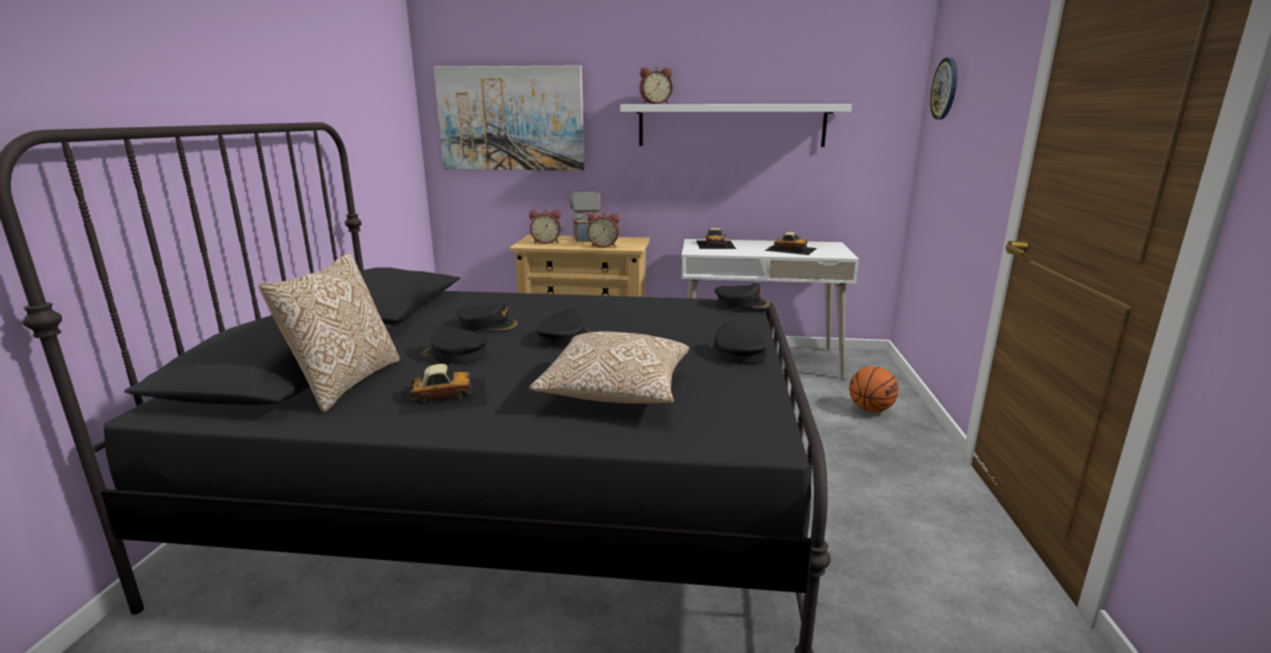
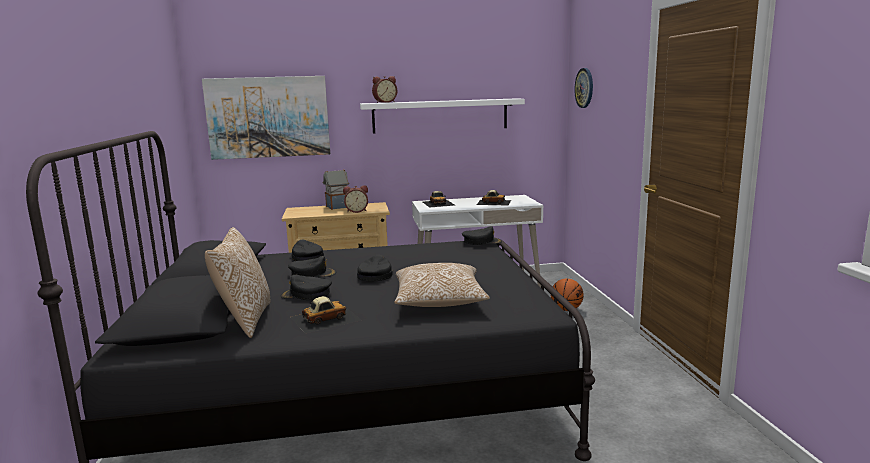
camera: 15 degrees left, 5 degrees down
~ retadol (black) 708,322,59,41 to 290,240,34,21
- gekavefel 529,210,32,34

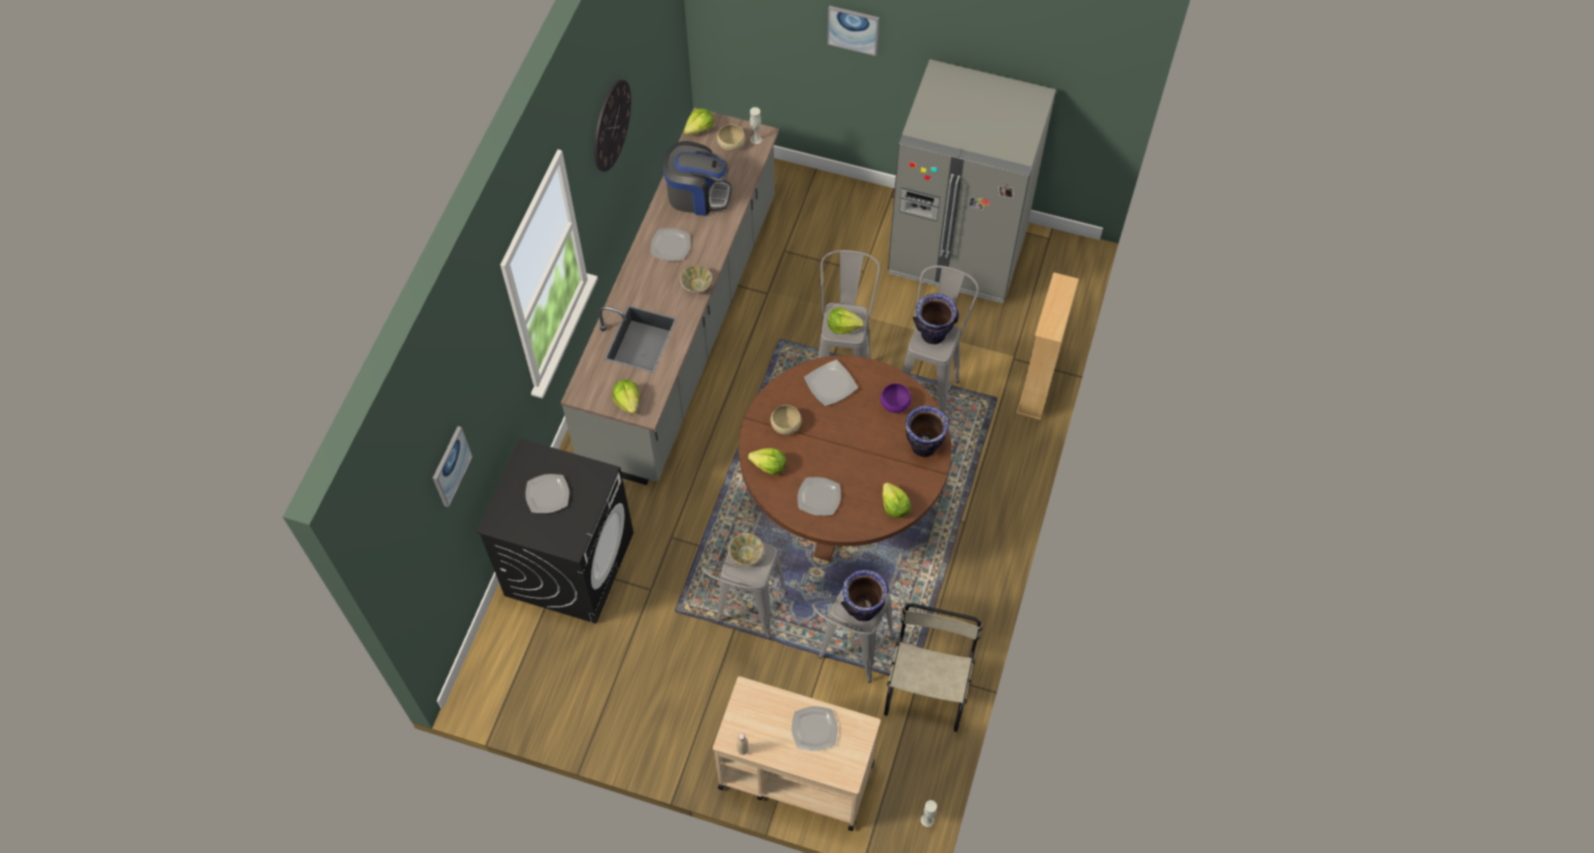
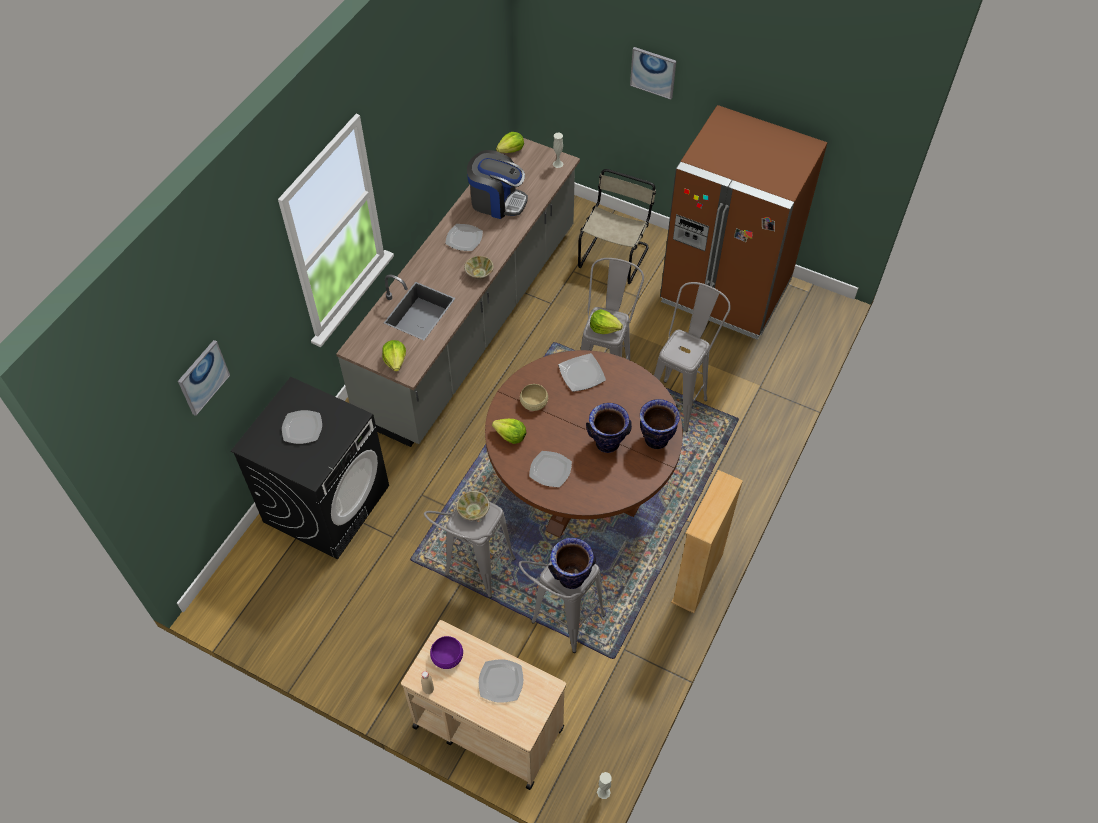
camera: 10 degrees right, 5 degrees down
~ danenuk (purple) 880,383,31,30 to 430,636,33,33
~ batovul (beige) 884,603,98,129 to 578,169,78,115
~ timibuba 913,293,46,51 to 586,403,46,50
~ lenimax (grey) 888,59,168,244 to lenimax (brown) 660,105,167,235
~ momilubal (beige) 1016,272,63,148 to 671,470,72,143
- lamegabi 594,80,37,92
- danenuk (beige) 717,124,28,27
- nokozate 883,482,28,36

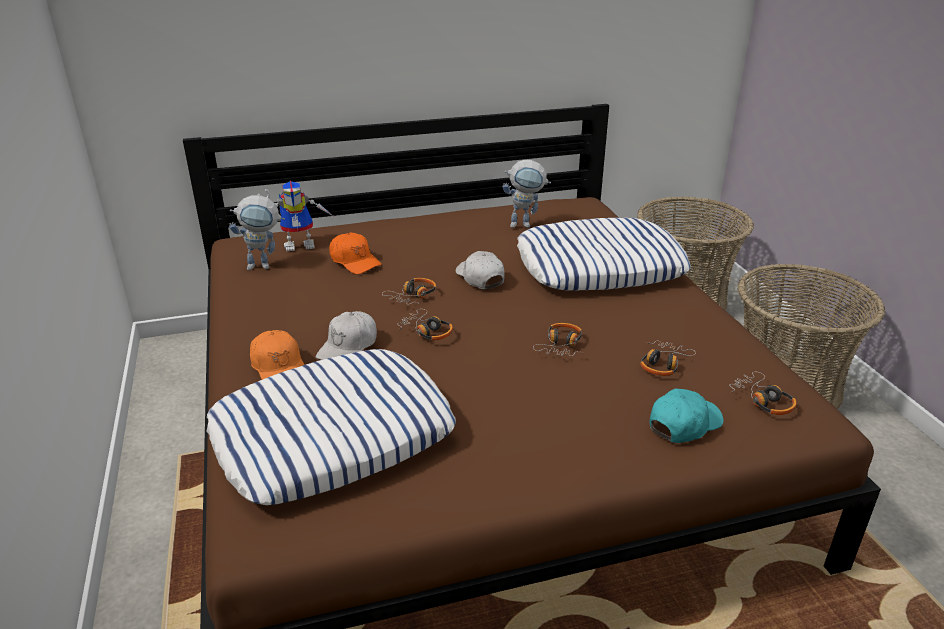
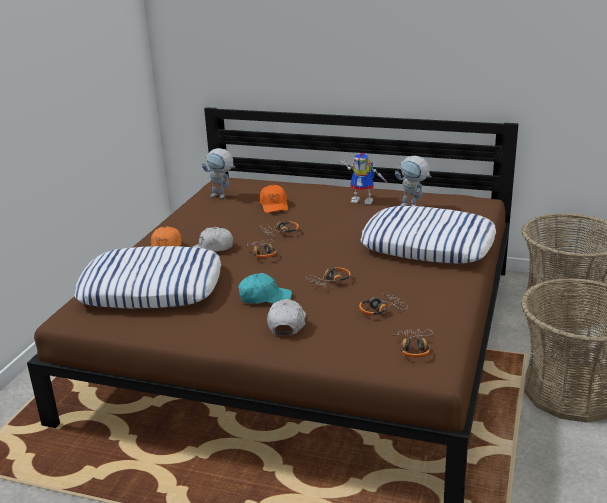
camera: 35 degrees right, 5 degrees down
~ retadol (turquoise) 650,388,74,55 to 238,273,54,31
~ retadol (white) 456,251,49,38 to 267,299,39,36
~ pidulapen 257,180,77,72 to 338,152,50,53

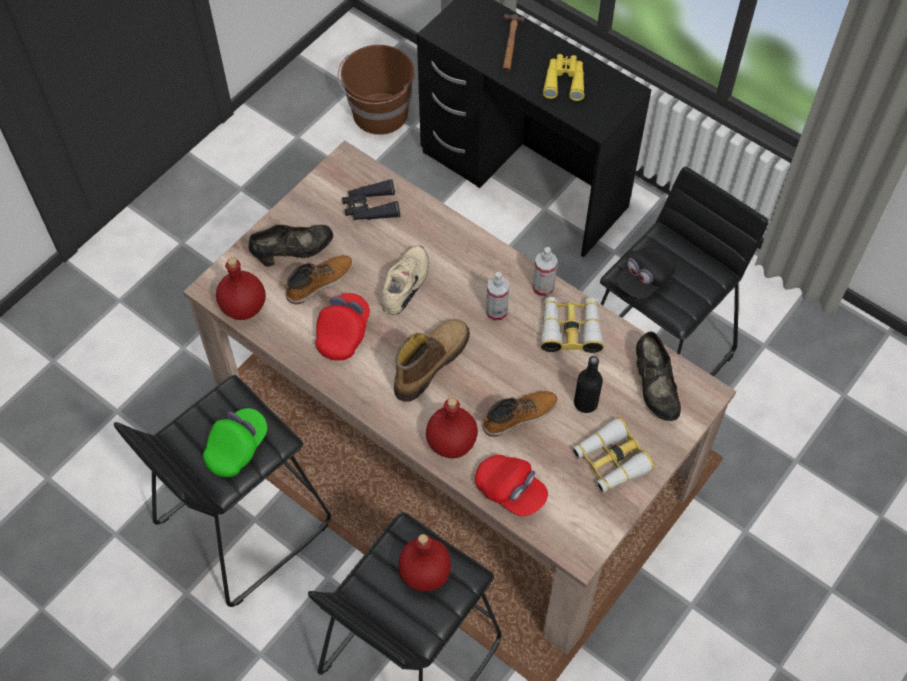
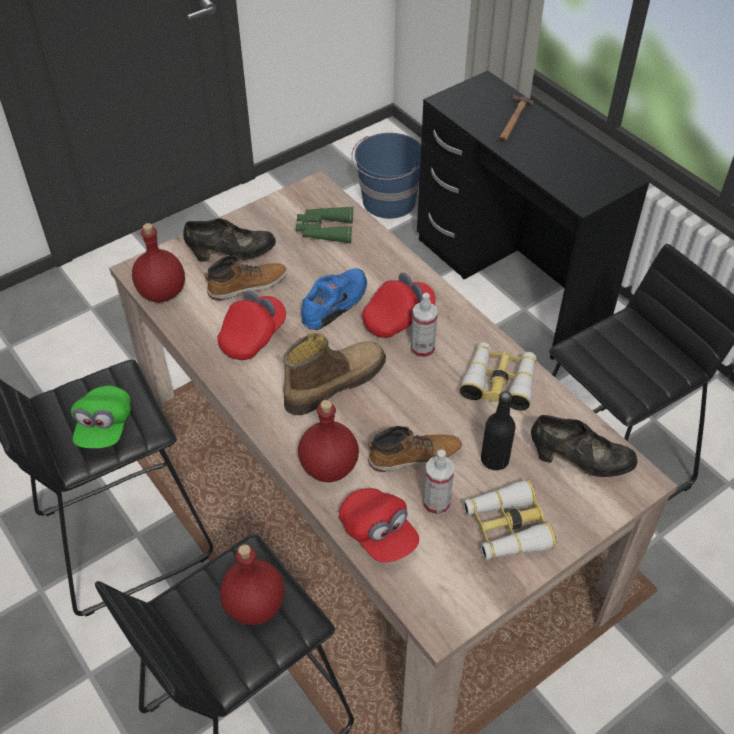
camera: 15 degrees right, 10 degrees down
~ retadol (green) 203,408,64,69 = 71,385,60,63 135 degrees clockwise
~ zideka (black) 342,179,58,41 to zideka (green) 296,207,57,37
~ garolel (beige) 381,246,48,69 to garolel (blue) 301,268,66,62
~ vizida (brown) 338,45,76,90 to vizida (blue) 351,133,70,86
+ retadol (red) 362,272,74,66
~ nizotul 533,247,24,50 to 423,450,31,66
~ garolel (black) 636,332,45,89 = 531,415,106,62 75 degrees counterclockwise
- zideka (yellow) 543,54,42,47
- retadol (black) 616,247,60,52

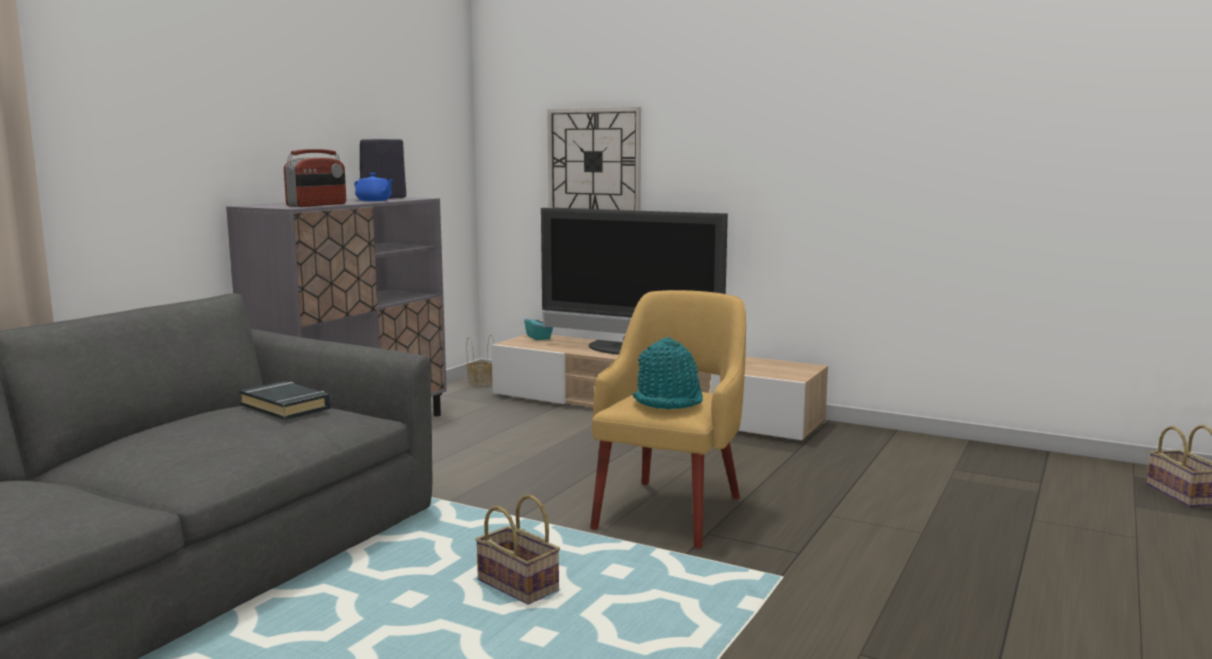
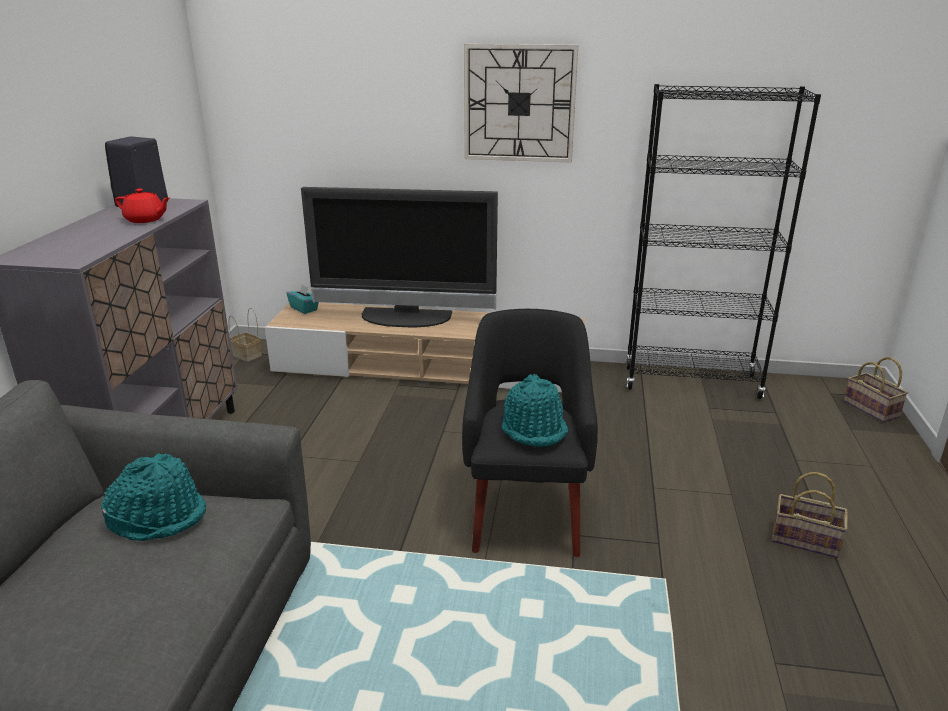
camera: 20 degrees left, 15 degrees up
~ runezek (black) 239,381,92,39 to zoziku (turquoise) 101,453,105,88
~ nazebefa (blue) 354,173,40,28 to nazebefa (red) 115,189,55,34
~ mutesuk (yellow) 590,290,156,258 to mutesuk (black) 462,309,136,248
~ lamegabi 547,107,94,104 to 464,44,114,119
+ momilubal (black) 626,84,195,315
~ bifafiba 475,494,85,110 to 772,472,76,86
- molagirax 284,149,62,58

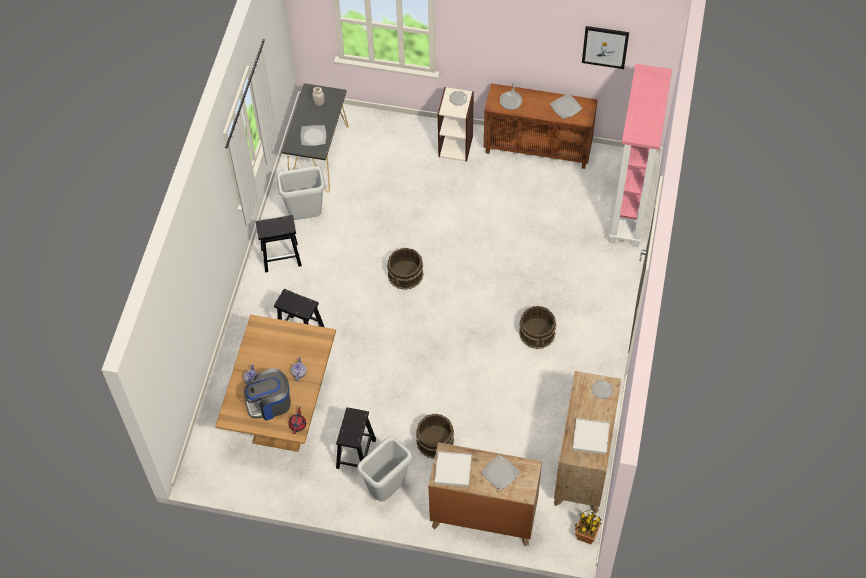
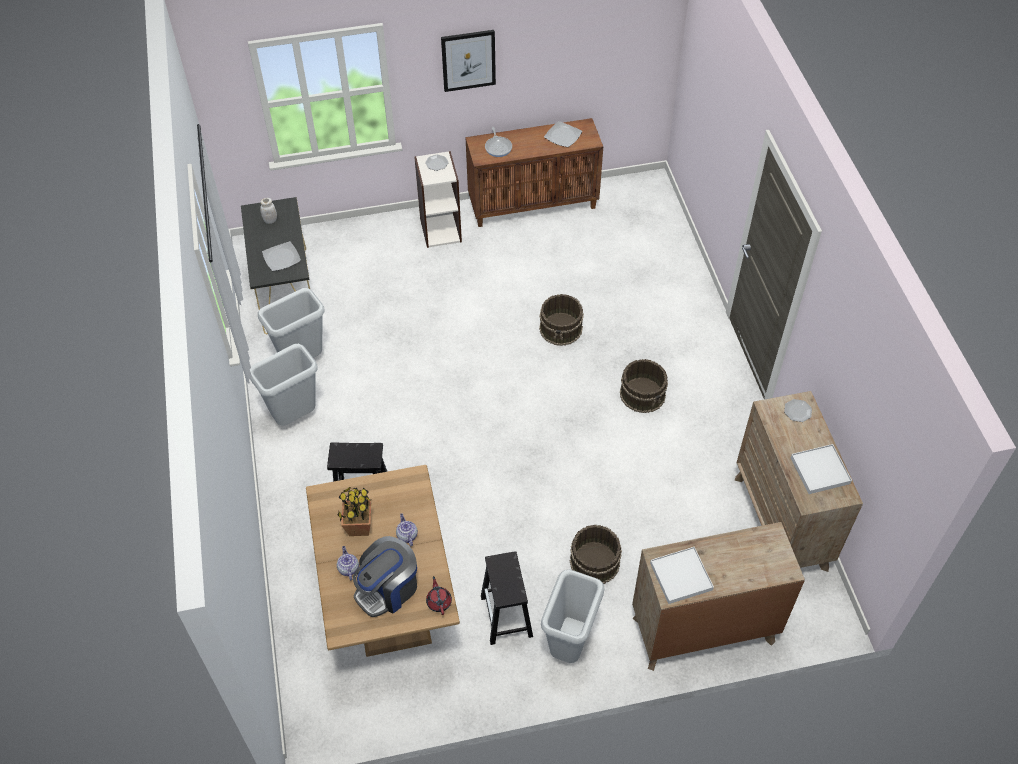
camera: 25 degrees left, 5 degrees down
~ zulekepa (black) 256,215,46,58 to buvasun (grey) 250,344,68,82
~ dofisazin 575,510,26,34 to 338,487,33,49
~ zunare 582,26,47,43 to 441,30,55,62
~ vizida (brown) 387,248,37,42 to 539,294,45,52
- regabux 481,455,39,35
- momilubal (pink) 609,64,63,183

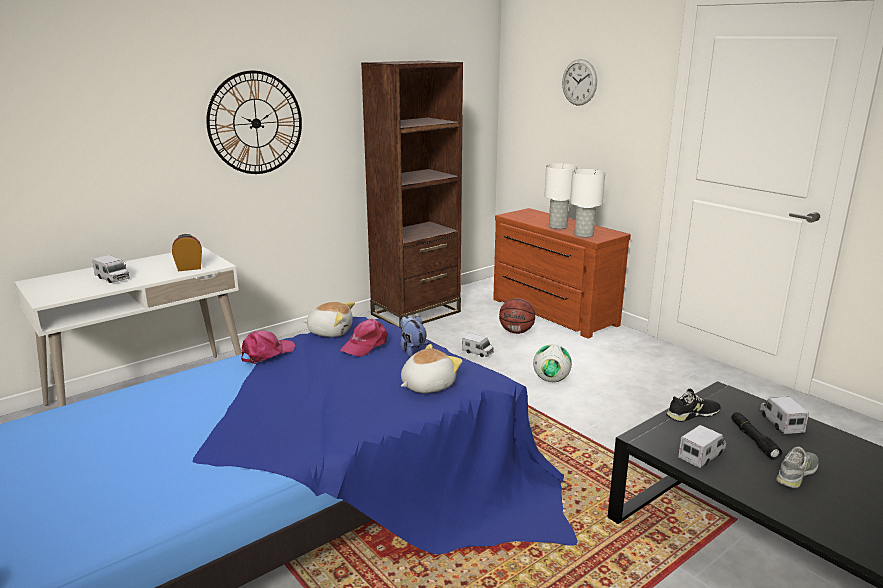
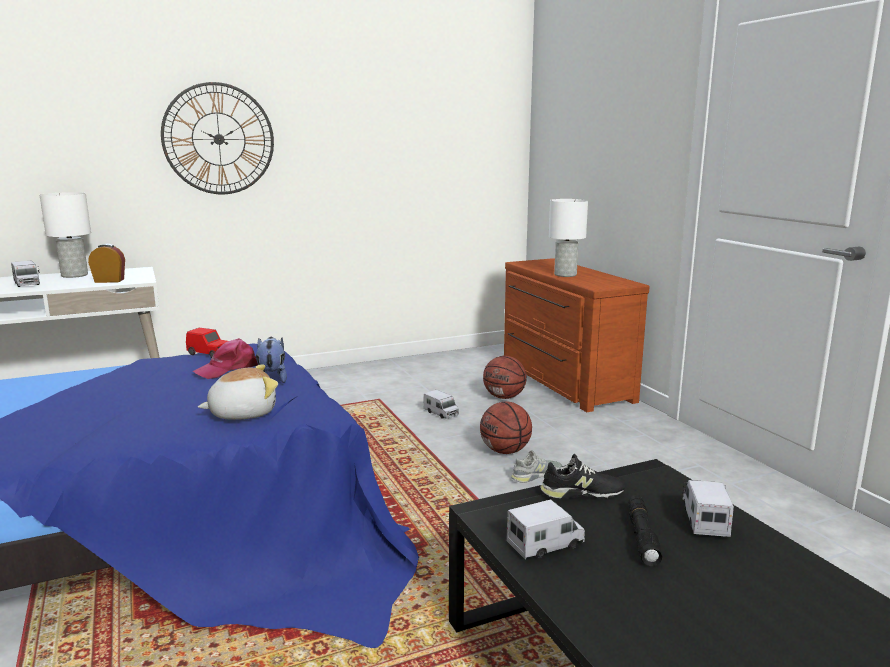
camera: 15 degrees right, 5 degrees down
~ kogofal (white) 570,169,35,69 to 40,192,51,86
~ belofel 303,302,52,35 to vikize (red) 186,328,42,30
~ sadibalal 533,344,39,38 to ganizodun 480,401,52,53
~ garolel (grey) 776,446,43,42 to 511,450,51,33
- retadol (pink) 241,331,55,33
- momilubal (brown) 361,61,102,268
- lamegabi 562,59,35,47

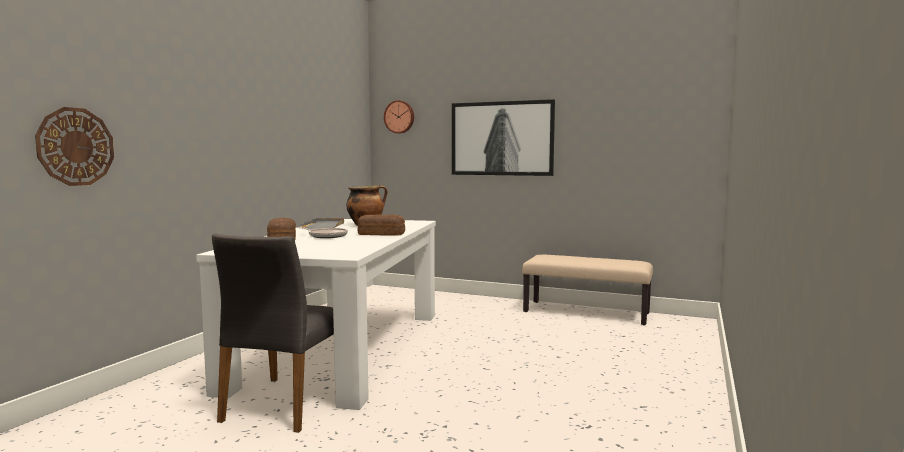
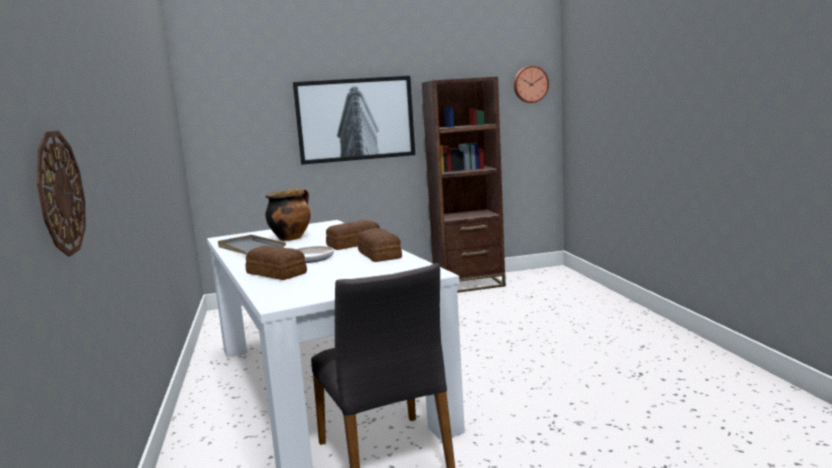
camera: 35 degrees left, 5 degrees up
+ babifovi 358,228,44,34
~ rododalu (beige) 522,255,131,70 to momilubal (brown) 422,77,84,216
~ lamegabi 384,100,30,34 to 514,66,35,37

